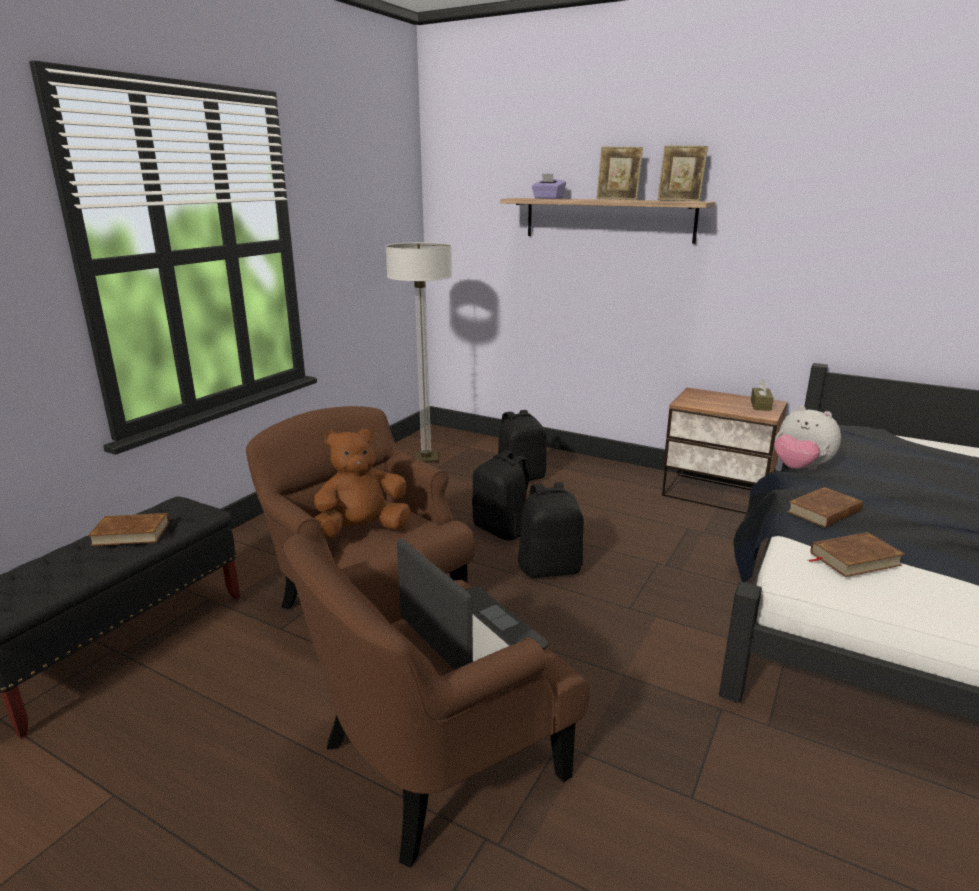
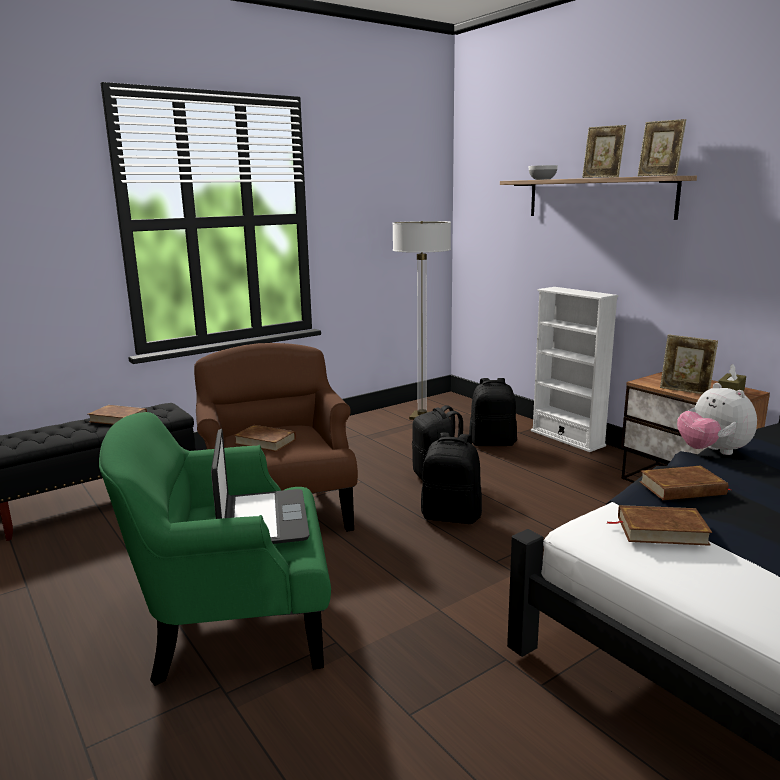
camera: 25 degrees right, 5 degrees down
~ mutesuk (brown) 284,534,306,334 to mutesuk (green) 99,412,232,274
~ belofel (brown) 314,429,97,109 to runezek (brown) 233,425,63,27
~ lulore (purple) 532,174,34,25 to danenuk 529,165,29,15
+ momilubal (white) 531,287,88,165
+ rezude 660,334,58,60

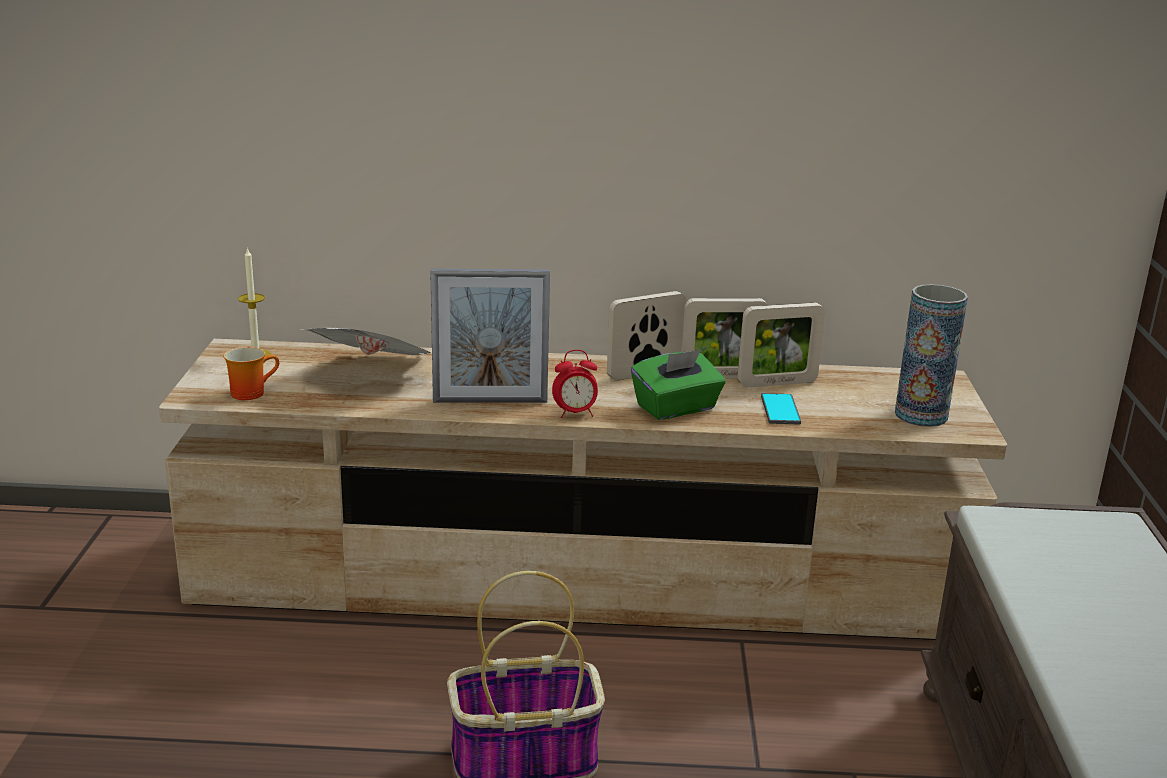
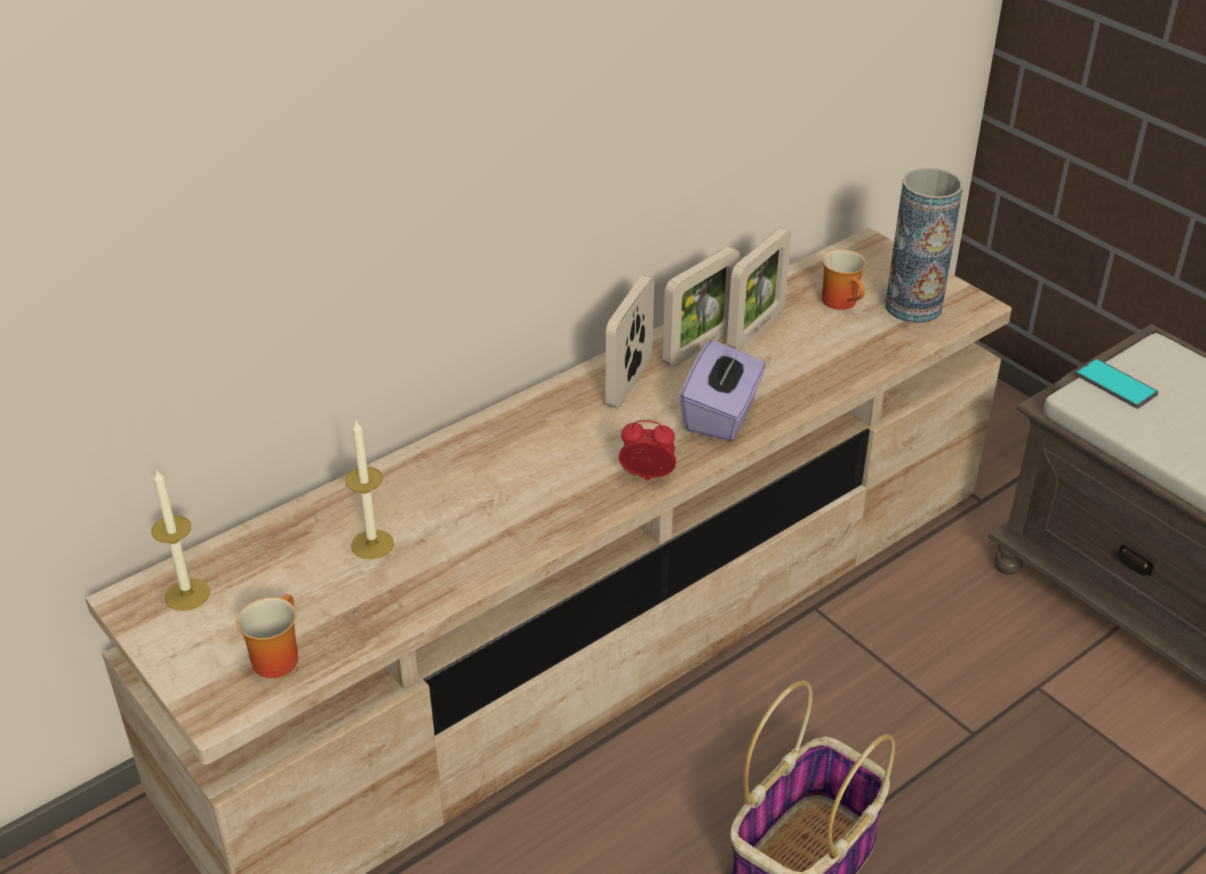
camera: 40 degrees left, 15 degrees up
~ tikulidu 301,328,129,27 to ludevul 345,420,49,139
~ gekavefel 552,350,46,68 = 619,420,57,60 120 degrees counterclockwise
~ lulore (green) 631,350,95,70 to lulore (purple) 680,340,86,101
+ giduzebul 822,249,44,61
~ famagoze 761,393,40,32 to 1075,359,84,50
- rezude 430,269,120,134

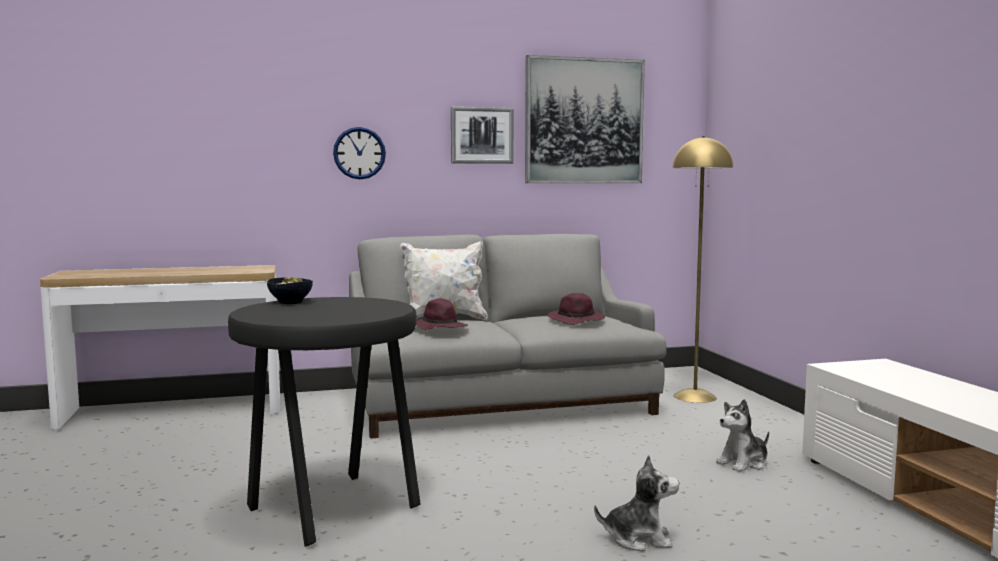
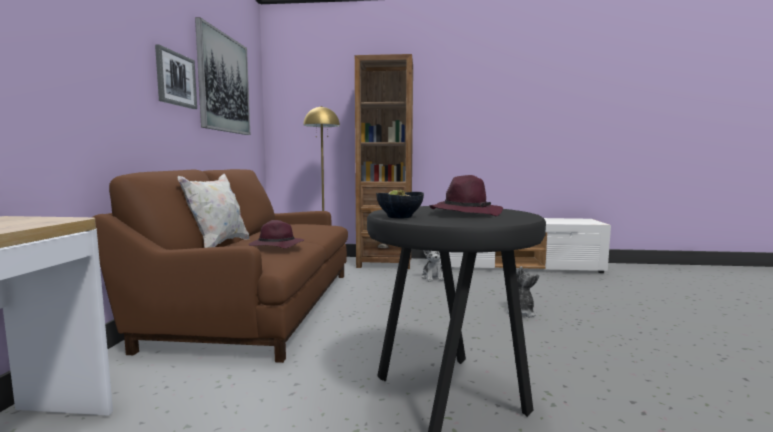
camera: 70 degrees left, 0 degrees up
~ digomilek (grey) 349,234,318,205 to digomilek (brown) 92,169,256,194
+ momilubal (brown) 355,54,58,215
~ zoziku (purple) 548,293,57,32 to 430,175,73,41
- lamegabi 333,127,53,52

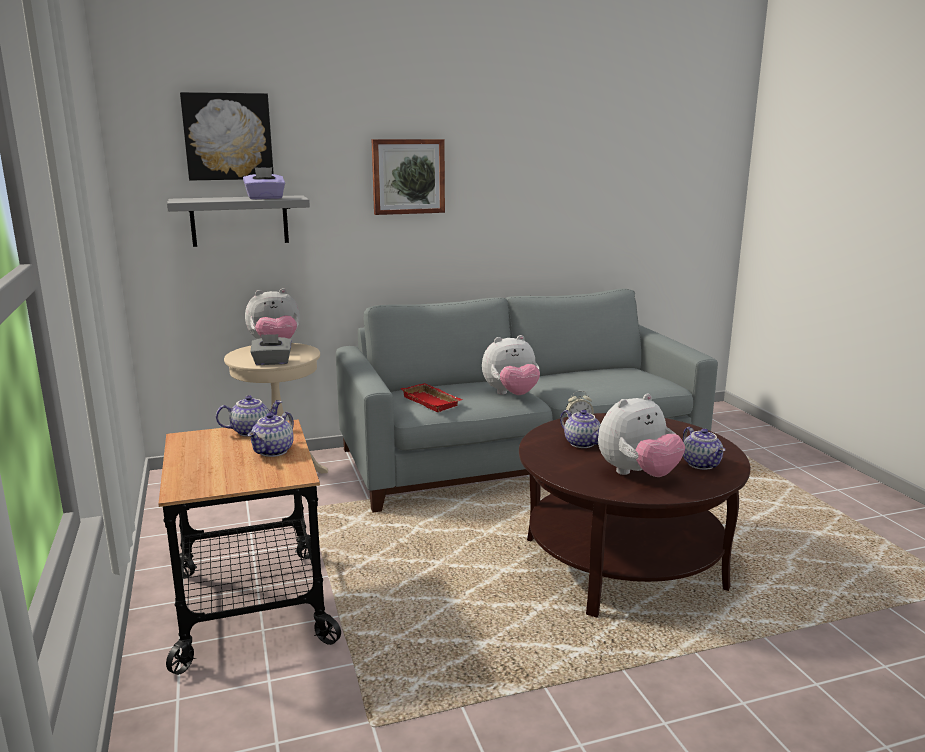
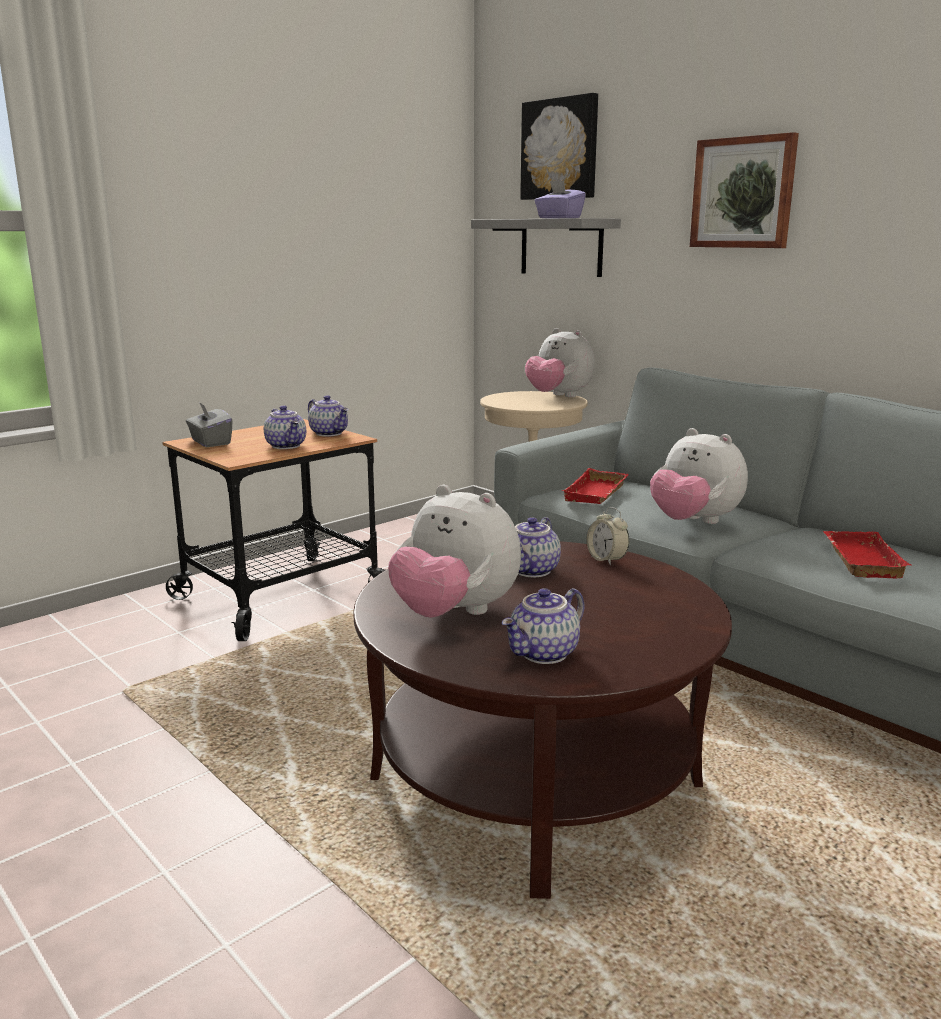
camera: 65 degrees right, 0 degrees up
~ lulore (grey) 250,334,42,31 to 186,402,47,45
~ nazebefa 248,412,46,45 = 264,405,42,44 120 degrees counterclockwise
+ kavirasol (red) 823,531,88,48

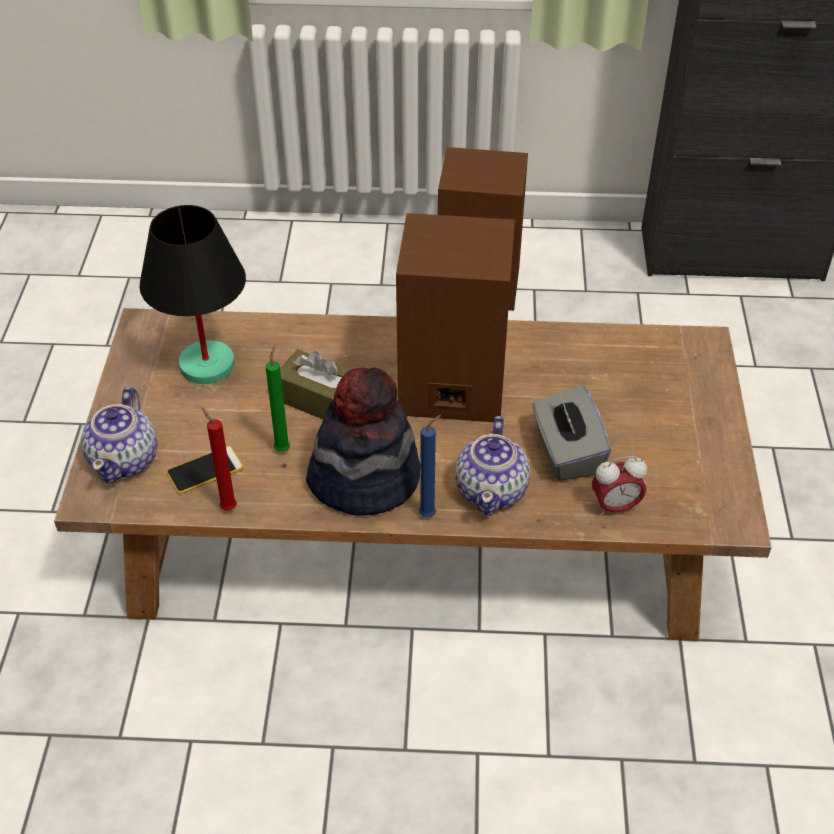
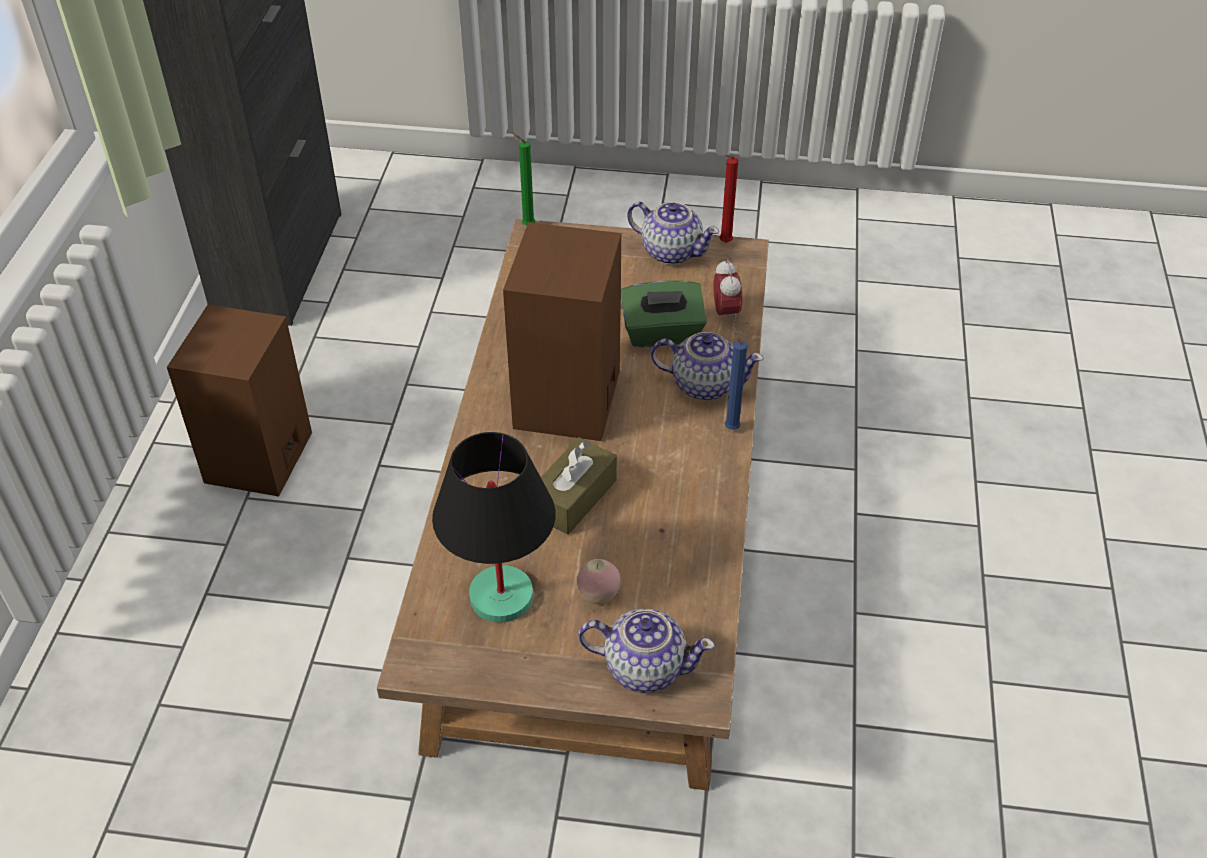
camera: 85 degrees left, 0 degrees up
~ ludevul (green) 266,345,24,107 to 513,133,22,92
+ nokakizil 577,559,43,45
~ lulore (grey) 532,386,79,95 to lulore (green) 621,280,86,67
+ nazebefa 627,202,92,63
~ ludevul (red) 201,407,36,104 to 720,155,18,88
- famagoze 166,446,78,48
- zoziku 306,367,114,149

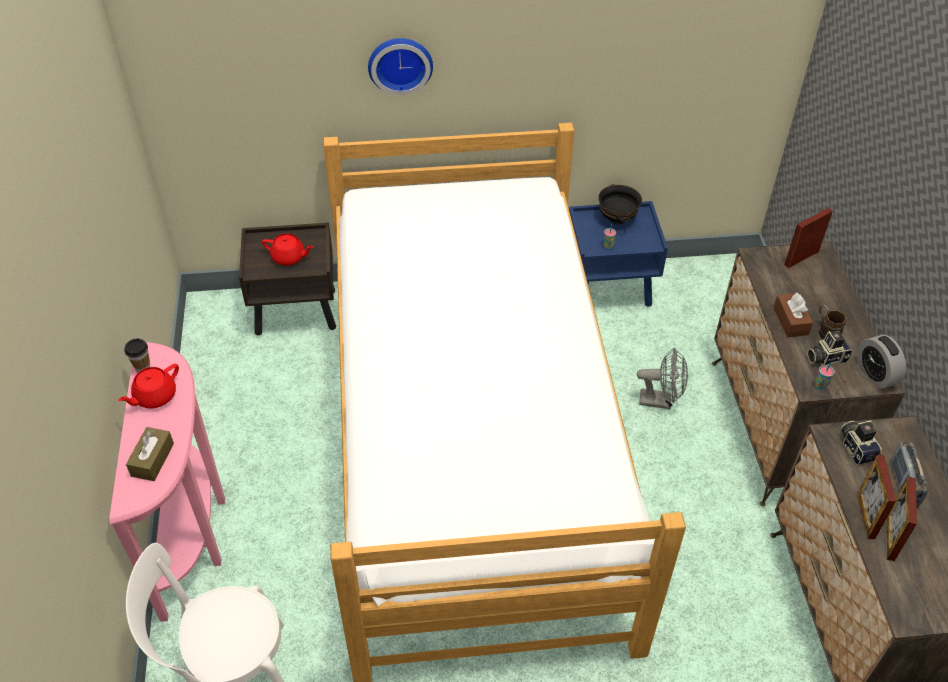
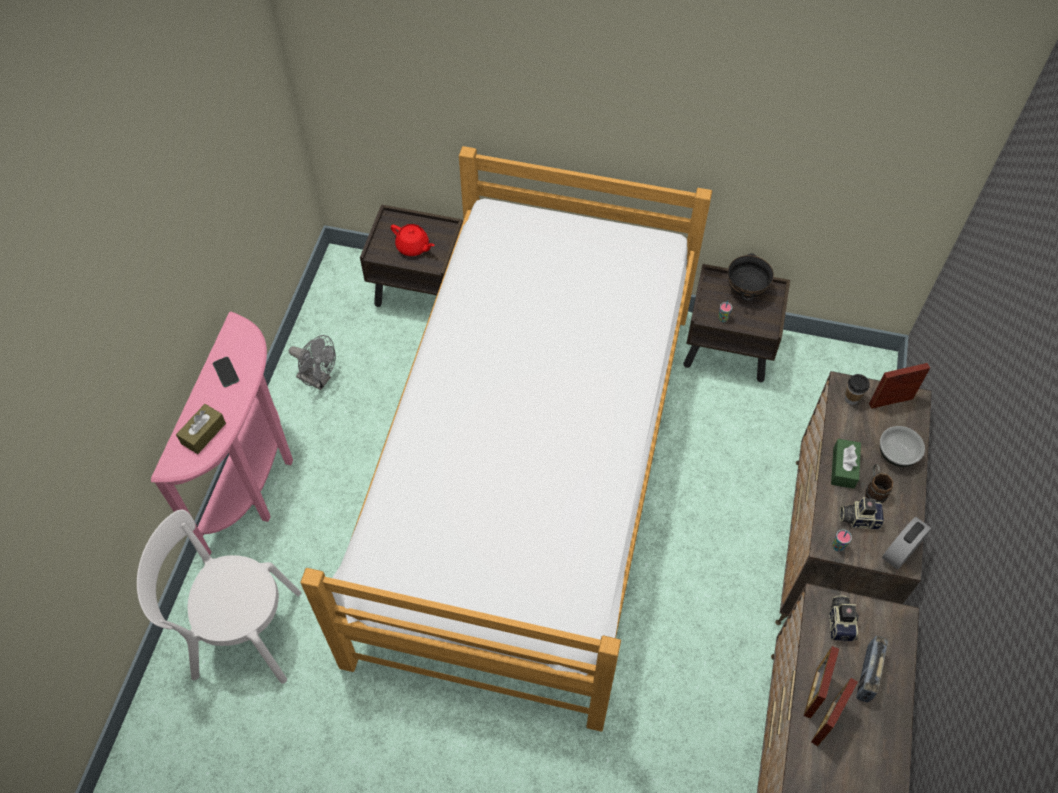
camera: 20 degrees right, 10 degrees up
~ nazebefa (red) 118,364,61,45 to famagoze 213,357,26,30
~ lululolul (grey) 637,347,51,62 to 289,335,47,55
~ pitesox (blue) 569,201,99,106 to pitesox (brown) 683,264,107,118
~ lulore (brown) 774,292,39,45 to lulore (green) 831,439,30,50
~ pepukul 124,338,26,35 to 845,374,25,31
+ danenuk 880,426,45,41
~ gekavefel 857,335,49,54 = 882,517,50,53 45 degrees clockwise
- lamegabi 368,38,65,57

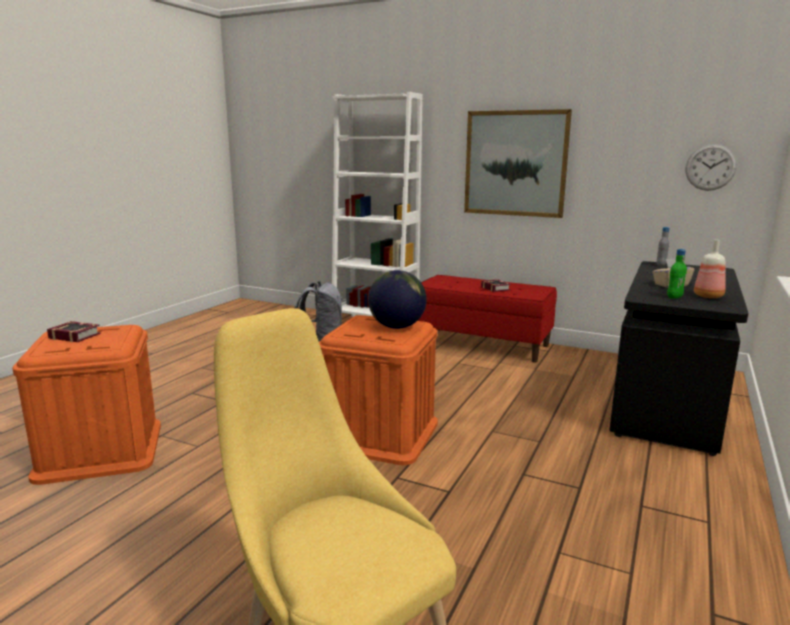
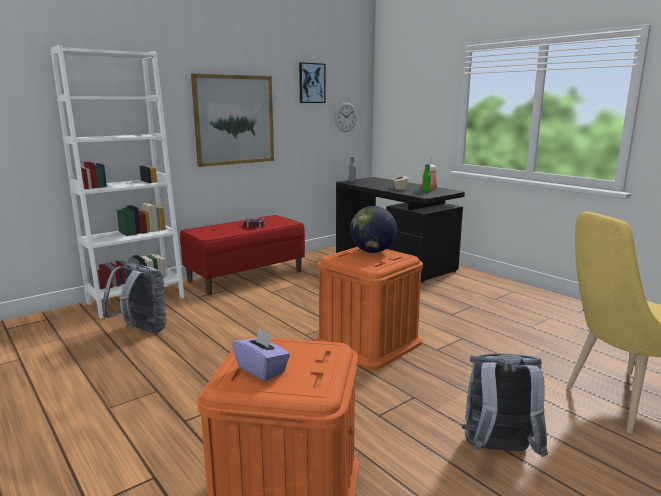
camera: 65 degrees left, 0 degrees up
~ runezek 47,321,54,21 to lulore (purple) 232,328,58,53
+ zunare 299,62,27,41
+ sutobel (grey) 461,353,87,104

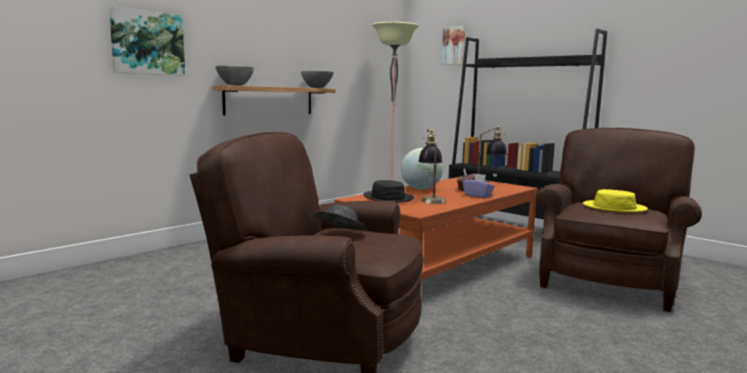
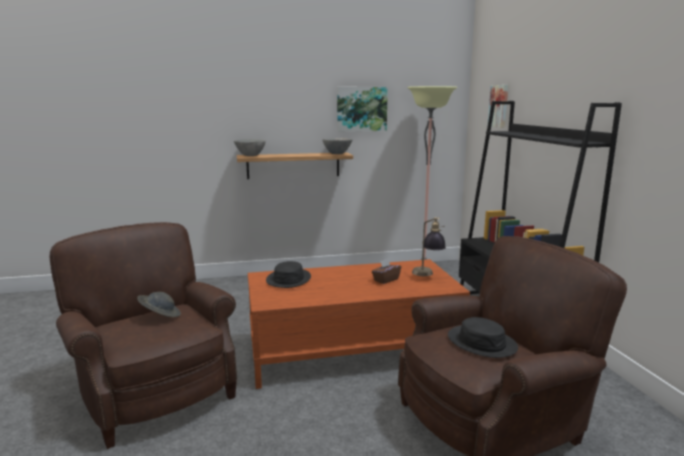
camera: 35 degrees right, 5 degrees up
~ zunare 109,6,76,69 to 337,87,51,45
~ zoziku (yellow) 583,189,65,23 to zoziku (black) 448,317,70,41
- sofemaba 401,148,42,42
- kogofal 418,129,28,75
- lulore (purple) 463,174,32,24

